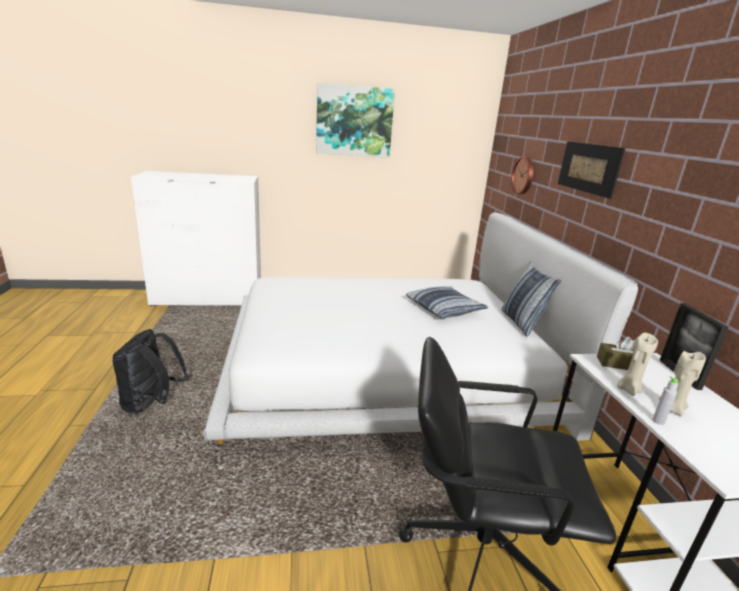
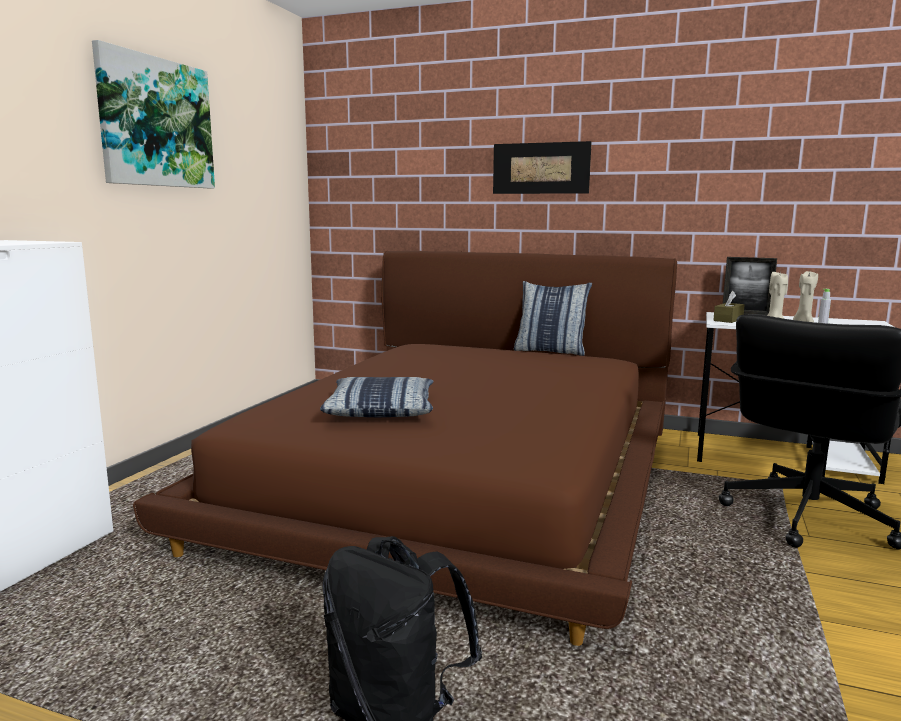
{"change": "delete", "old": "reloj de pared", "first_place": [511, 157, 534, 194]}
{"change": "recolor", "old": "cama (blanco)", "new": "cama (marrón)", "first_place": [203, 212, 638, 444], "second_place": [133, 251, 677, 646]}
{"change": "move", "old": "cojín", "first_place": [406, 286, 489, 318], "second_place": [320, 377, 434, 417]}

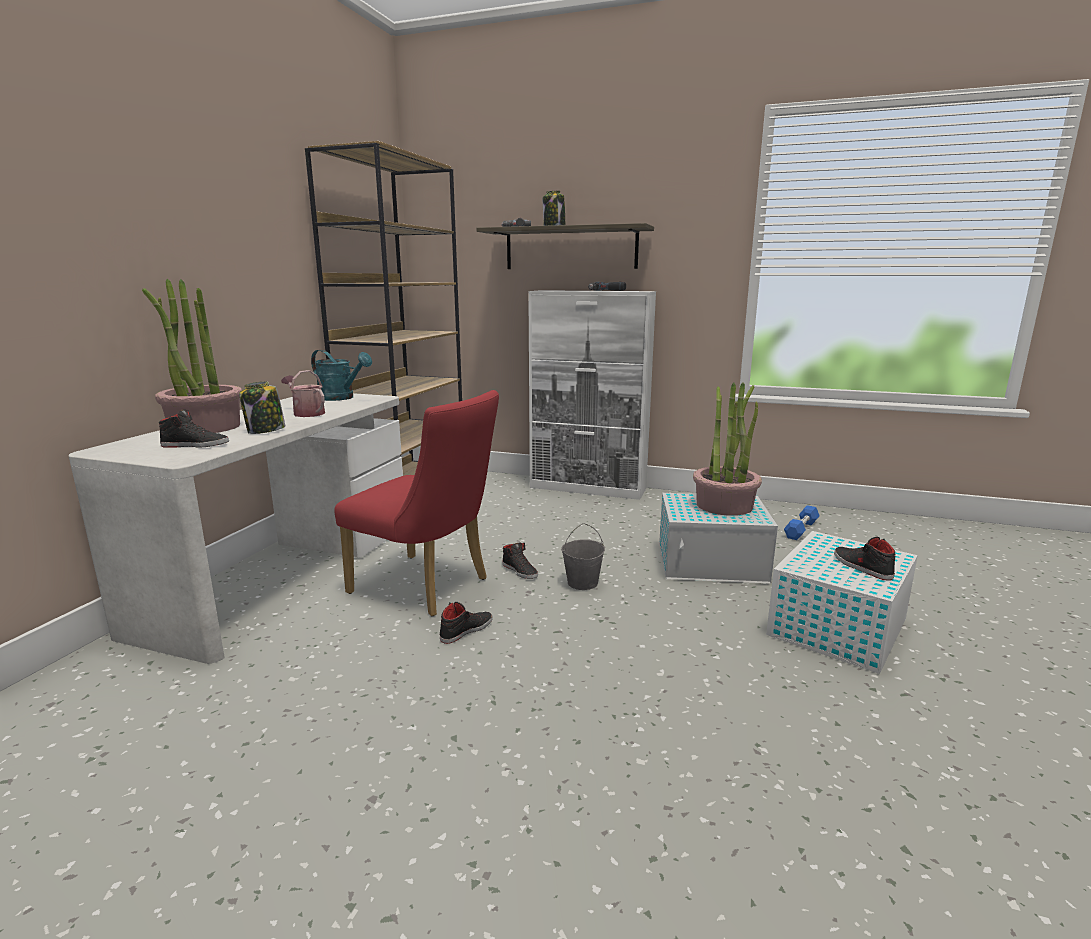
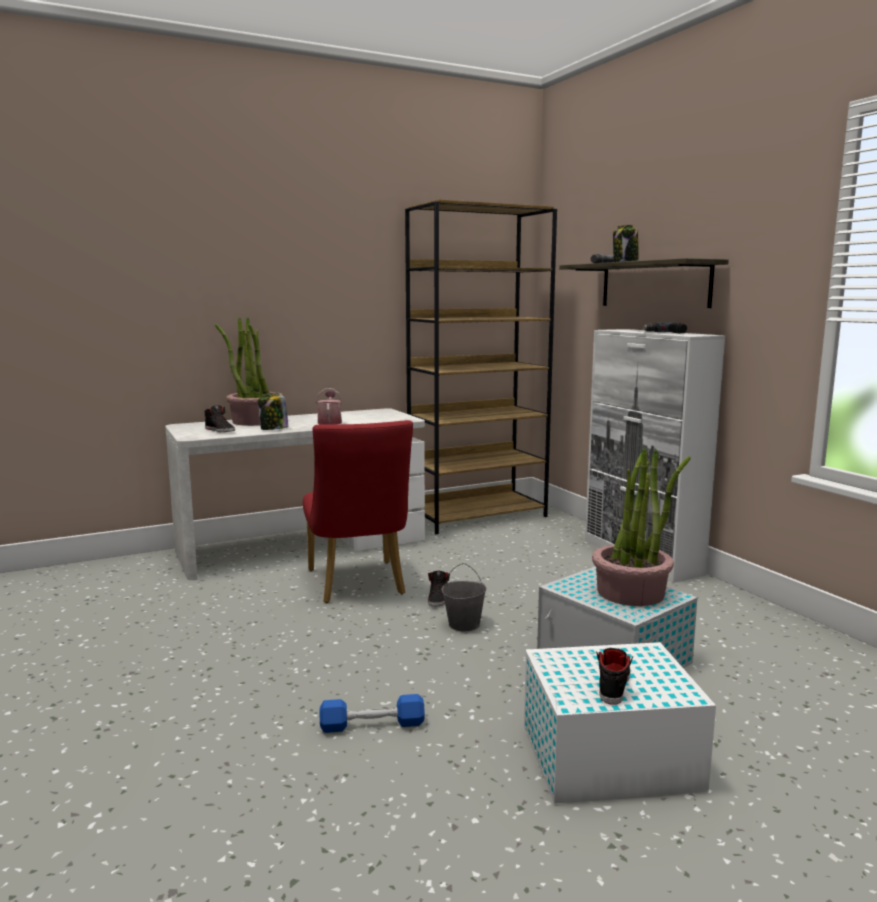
{"change": "delete", "old": "regadera (turquesa)", "first_place": [311, 350, 372, 401]}
{"change": "move", "old": "mancuerna (azul)", "first_place": [784, 505, 820, 540], "second_place": [320, 694, 425, 733]}
{"change": "delete", "old": "zapato (negro)", "first_place": [440, 602, 493, 644]}

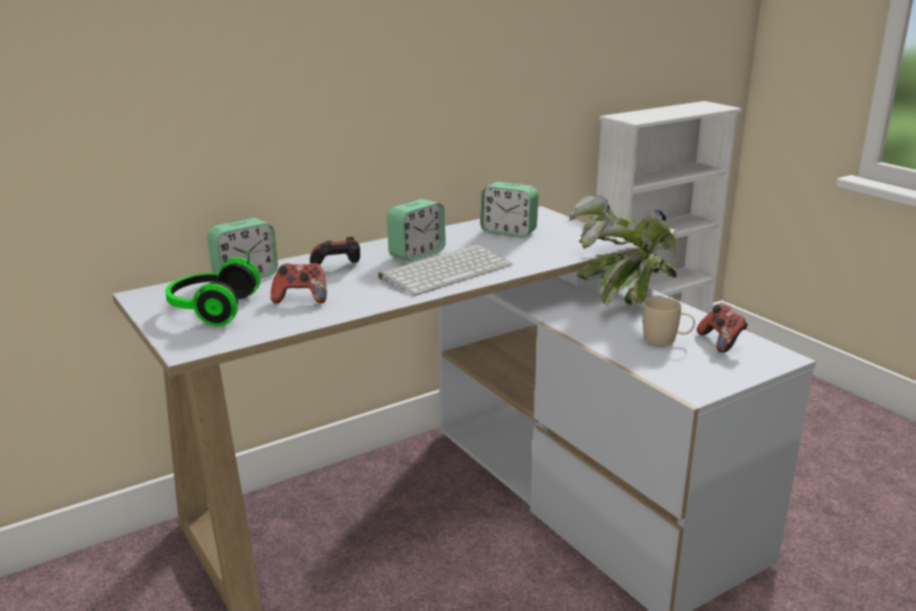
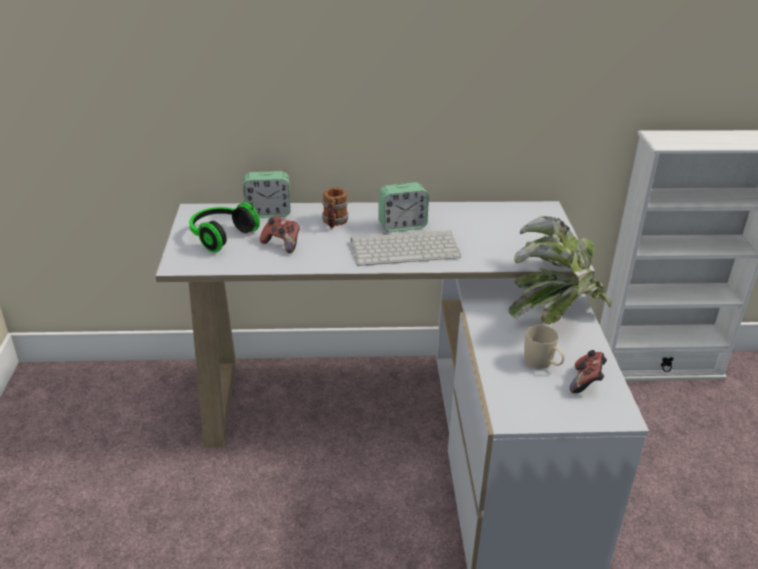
{"change": "delete", "old": "despertador", "first_place": [481, 182, 538, 238]}
{"change": "replace", "old": "mando de consola", "new": "taza grande", "first_place": [310, 237, 360, 265], "second_place": [322, 188, 348, 228]}

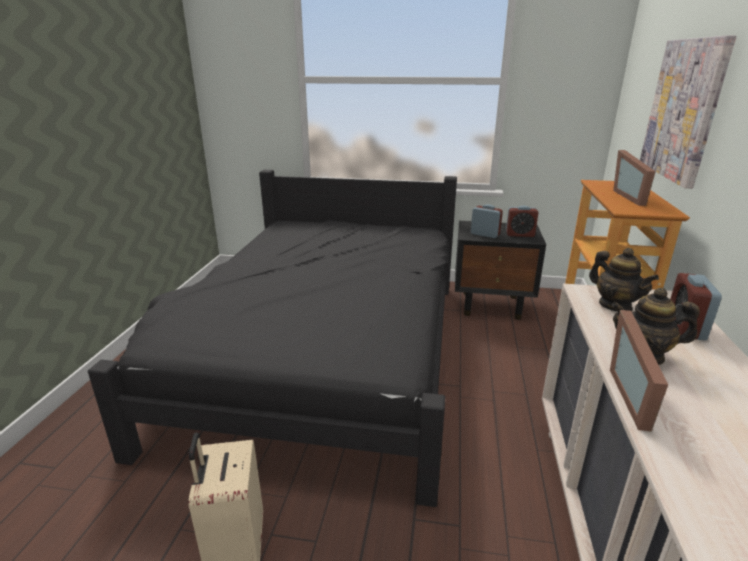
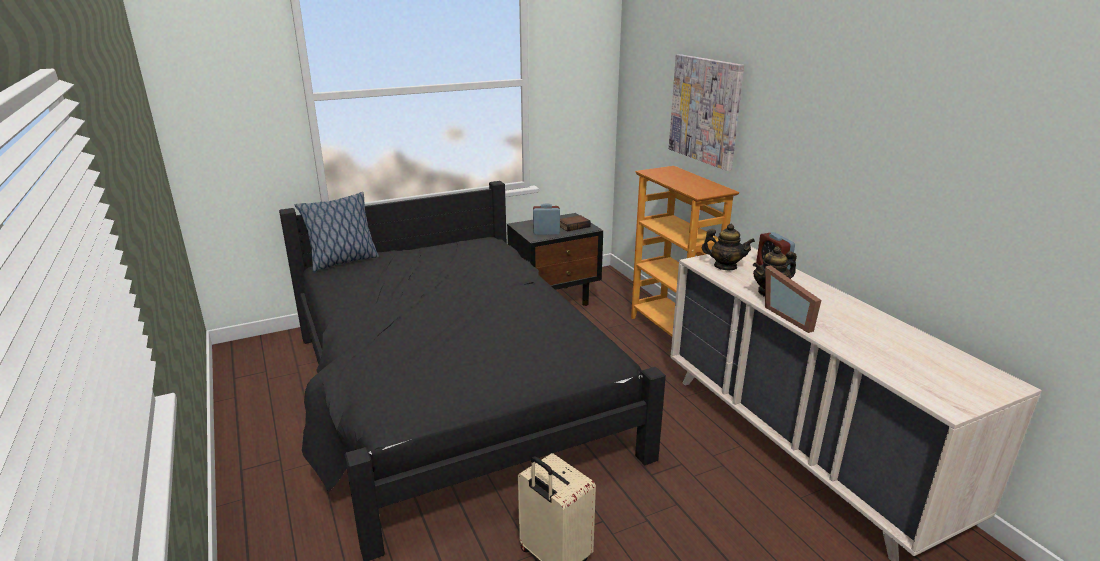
{"change": "delete", "old": "portarretratos", "first_place": [613, 150, 656, 206]}
{"change": "replace", "old": "despertador", "new": "libro", "first_place": [506, 206, 538, 237], "second_place": [560, 215, 591, 232]}
{"change": "insert", "new": "cojín", "second_place": [295, 192, 379, 272]}

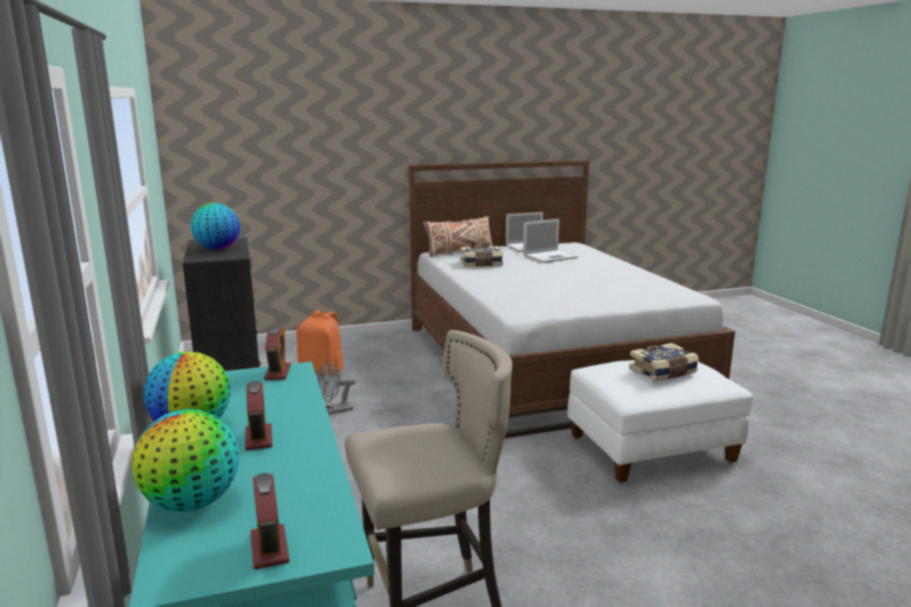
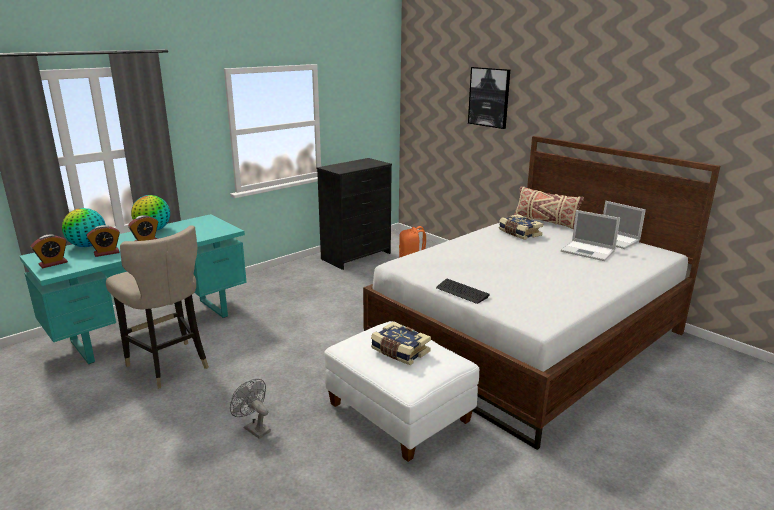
{"change": "delete", "old": "globo terráqueo", "first_place": [191, 203, 240, 250]}
{"change": "move", "old": "despertador", "first_place": [264, 326, 291, 380], "second_place": [87, 225, 120, 257]}
{"change": "move", "old": "ventilador (gris)", "first_place": [317, 360, 356, 414], "second_place": [230, 379, 271, 439]}
{"change": "insert", "new": "cuadro", "second_place": [468, 67, 510, 129]}
{"change": "insert", "new": "teclado", "second_place": [436, 278, 490, 304]}

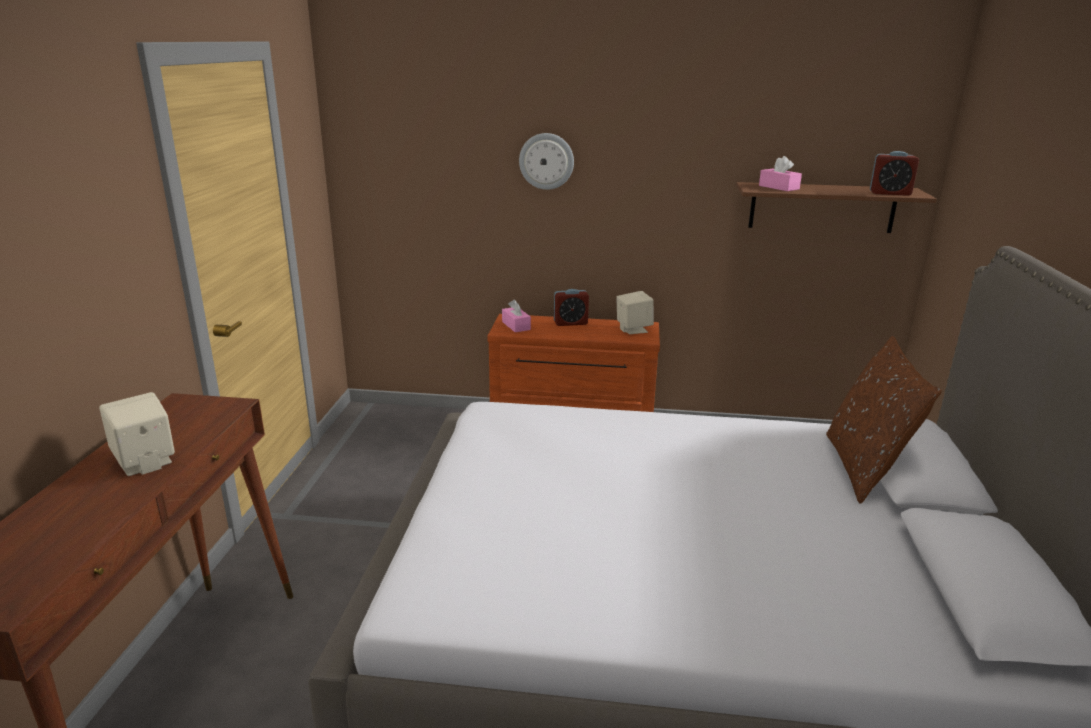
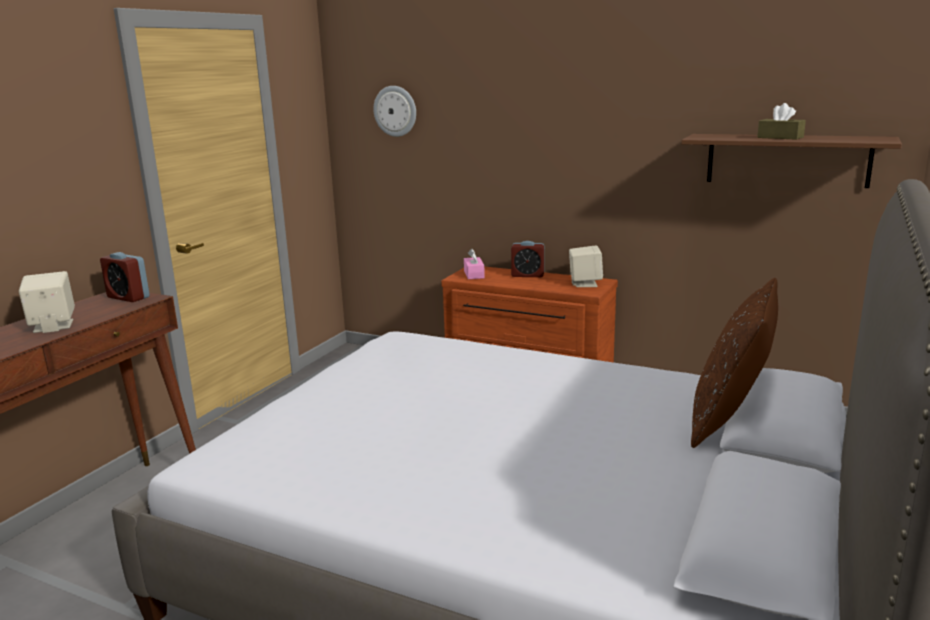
{"change": "move", "old": "reloj de pared", "first_place": [519, 133, 574, 190], "second_place": [373, 86, 416, 137]}
{"change": "move", "old": "despertador", "first_place": [870, 151, 919, 196], "second_place": [100, 252, 150, 302]}
{"change": "delete", "old": "caja de pañuelos (rosa)", "first_place": [759, 156, 802, 191]}
{"change": "insert", "new": "caja de pañuelos (marrón)", "second_place": [757, 103, 806, 140]}

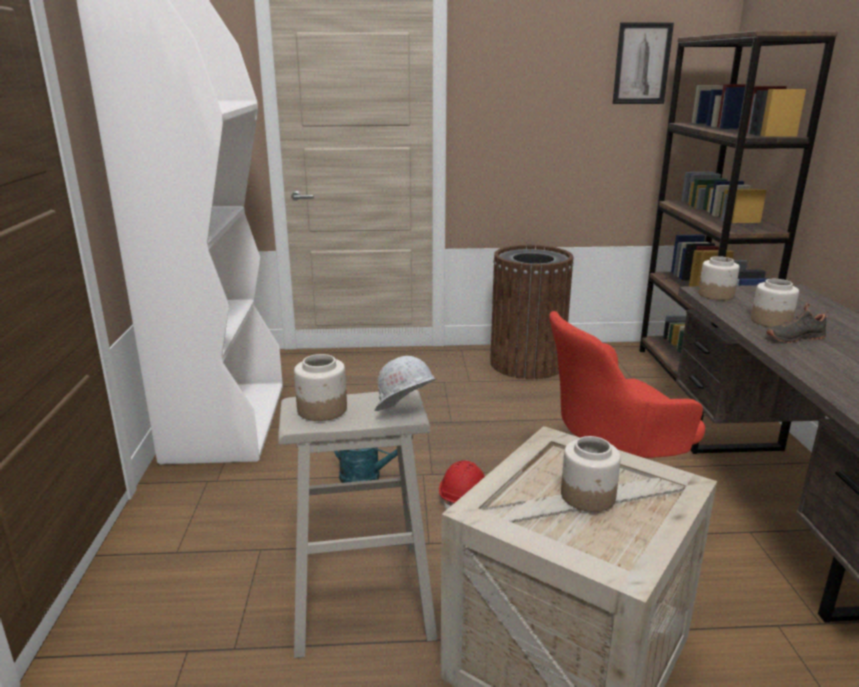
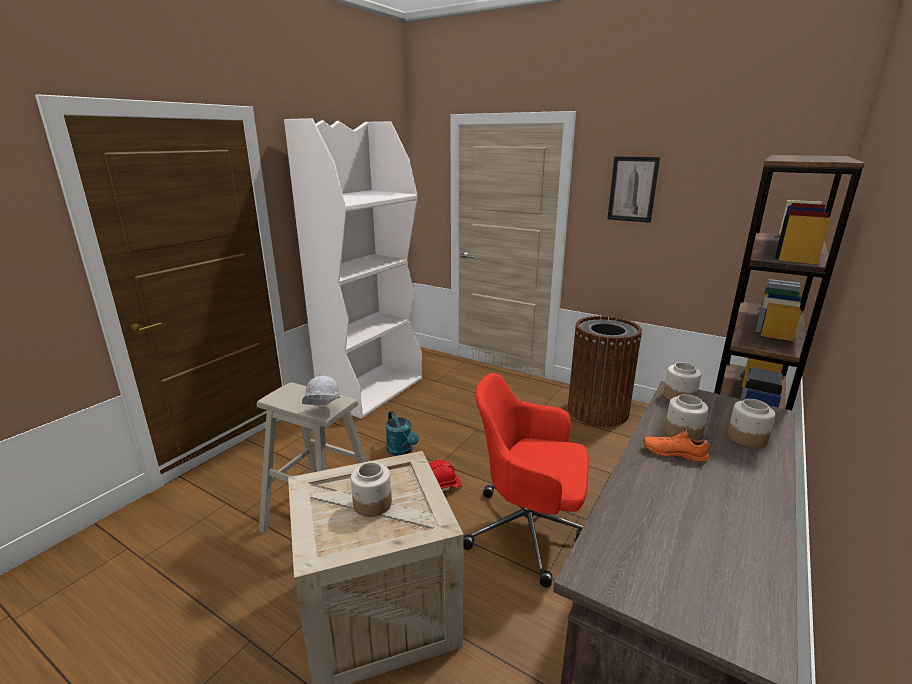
{"change": "move", "old": "cuadro", "first_place": [612, 22, 674, 104], "second_place": [607, 156, 660, 223]}
{"change": "recolor", "old": "zapato (negro)", "new": "zapato (naranja)", "first_place": [766, 303, 829, 343], "second_place": [643, 426, 713, 463]}
{"change": "move", "old": "tarro", "first_place": [294, 354, 347, 421], "second_place": [728, 399, 775, 448]}

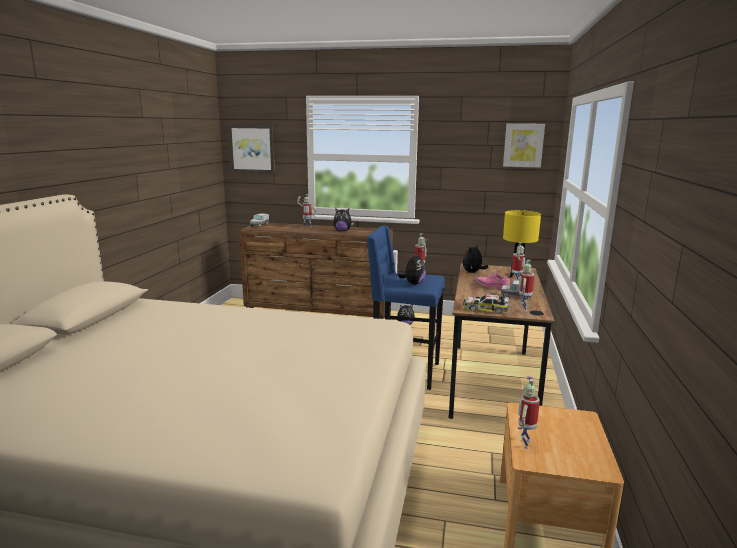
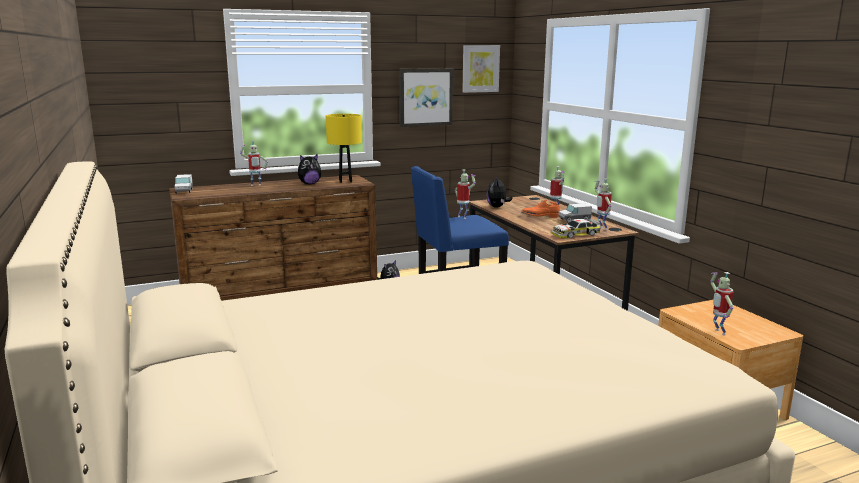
{"change": "move", "old": "cuadro", "first_place": [229, 125, 275, 173], "second_place": [400, 68, 453, 127]}
{"change": "move", "old": "lámpara de mesa (amarillo)", "first_place": [503, 210, 541, 277], "second_place": [326, 114, 362, 183]}
{"change": "delete", "old": "peluche", "first_place": [398, 253, 426, 285]}
{"change": "recolor", "old": "zapato (rosa)", "new": "zapato (naranja)", "first_place": [475, 272, 510, 291], "second_place": [521, 200, 560, 218]}

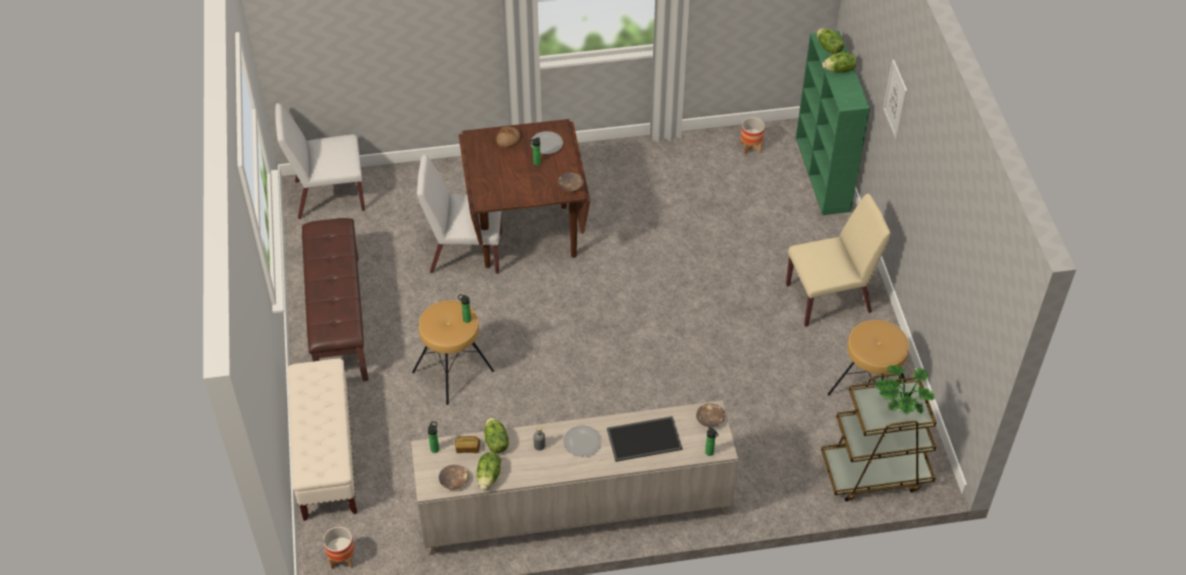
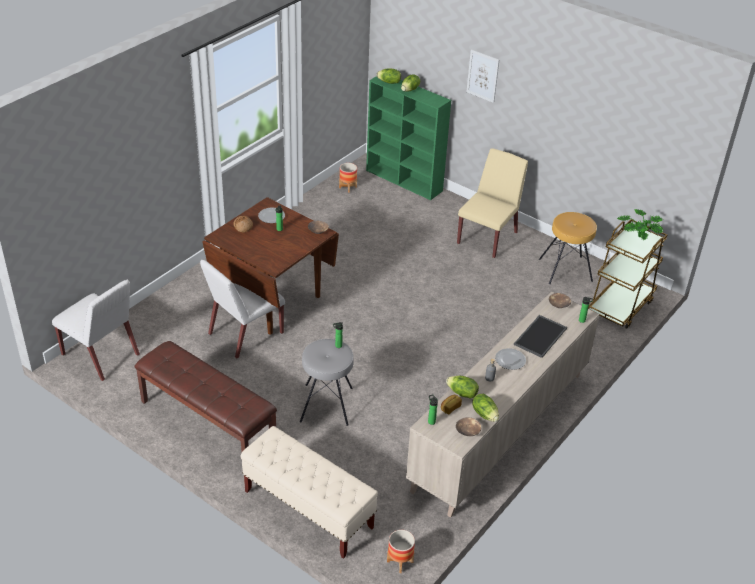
{"change": "rotate", "old": "silla (blanco)", "first_place": [275, 103, 365, 219], "second_place": [52, 280, 140, 381], "degrees": -90}
{"change": "recolor", "old": "taburete (marrón)", "new": "taburete (gris)", "first_place": [412, 301, 494, 405], "second_place": [300, 339, 354, 426]}

